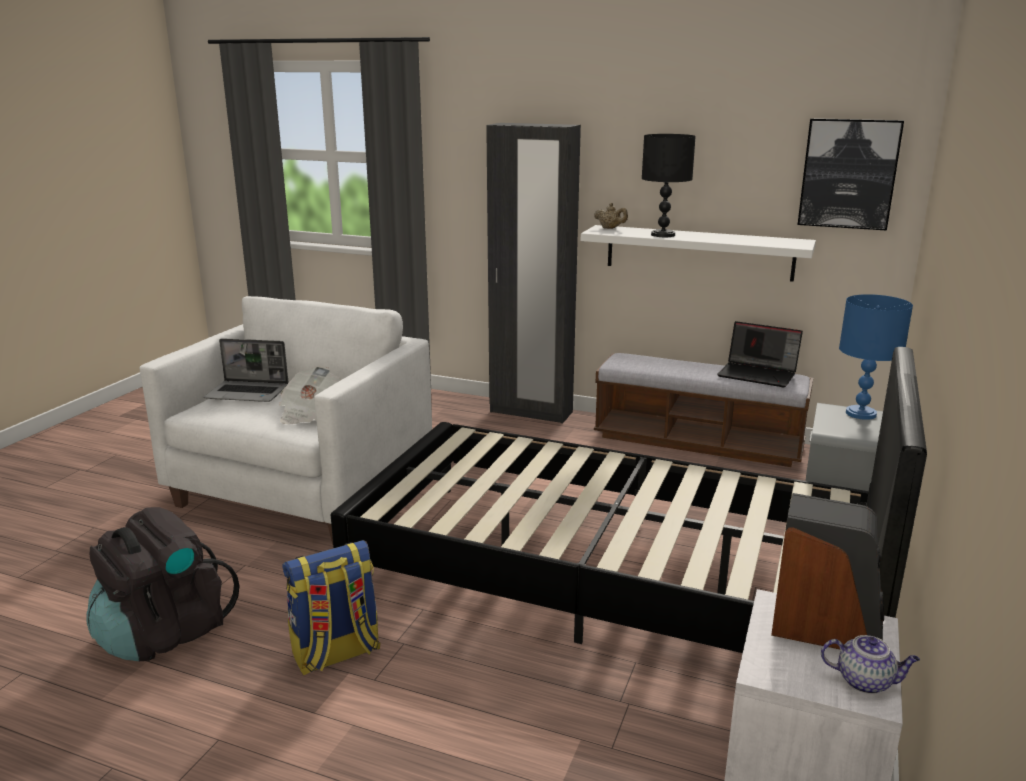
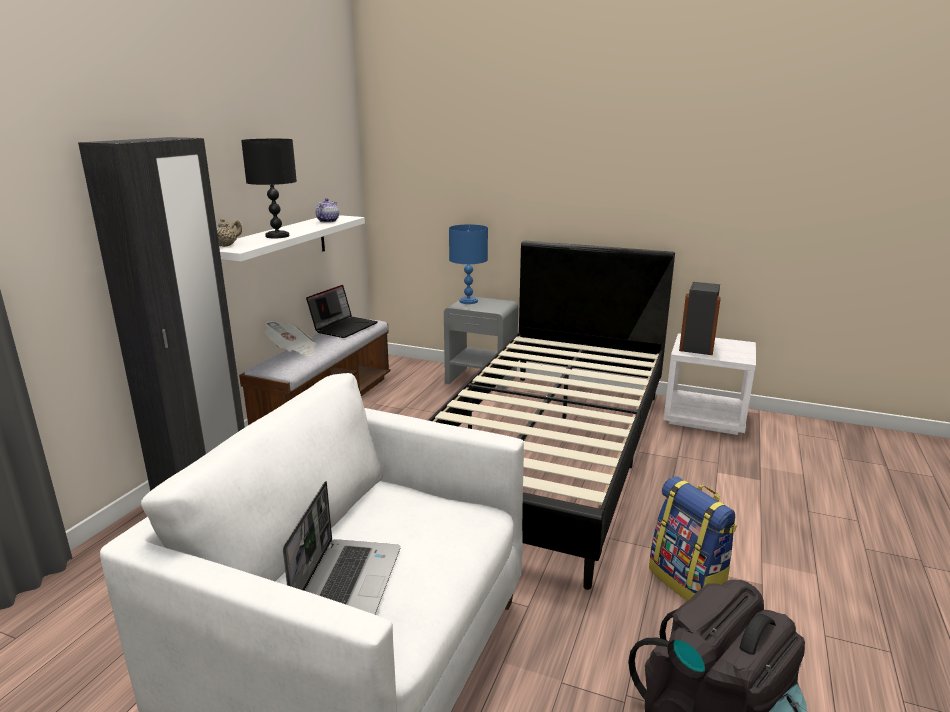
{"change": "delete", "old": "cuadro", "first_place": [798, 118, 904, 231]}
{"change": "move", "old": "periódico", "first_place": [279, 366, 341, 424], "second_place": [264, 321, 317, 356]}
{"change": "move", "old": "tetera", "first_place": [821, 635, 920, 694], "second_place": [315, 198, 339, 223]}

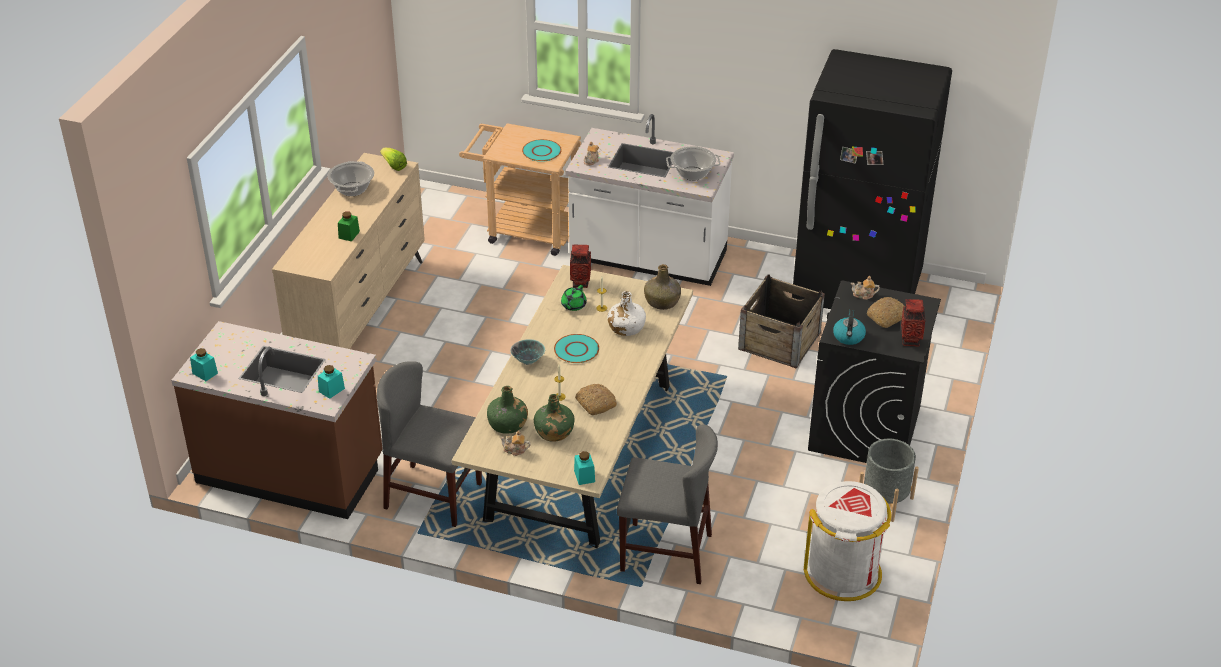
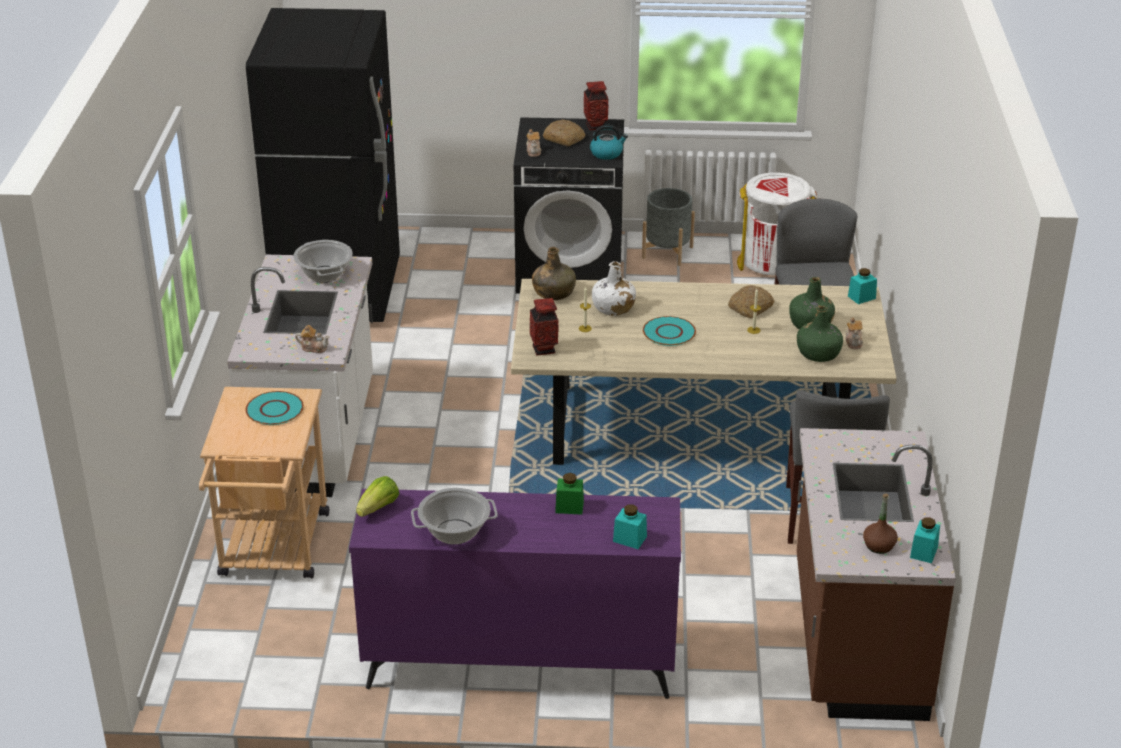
{"change": "recolor", "old": "cómoda (beis)", "new": "cómoda (morado)", "first_place": [272, 153, 425, 349], "second_place": [349, 489, 681, 699]}
{"change": "delete", "old": "caja de embalaje", "first_place": [738, 274, 825, 369]}
{"change": "delete", "old": "tetera (verde)", "first_place": [561, 285, 587, 311]}
{"change": "delete", "old": "cuenco", "first_place": [510, 339, 545, 365]}
{"change": "move", "old": "tarro (turquesa)", "first_place": [318, 365, 345, 399], "second_place": [613, 504, 647, 549]}
{"change": "insert", "new": "botella (marrón)", "second_place": [863, 494, 898, 554]}

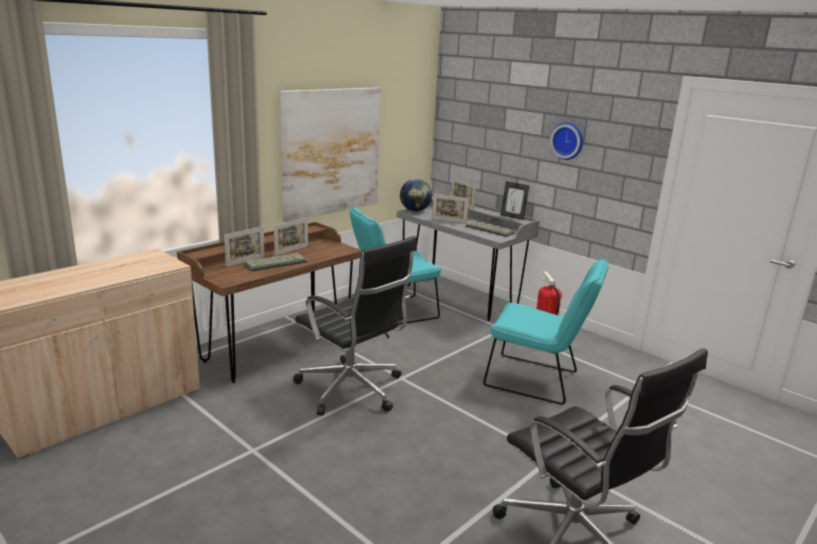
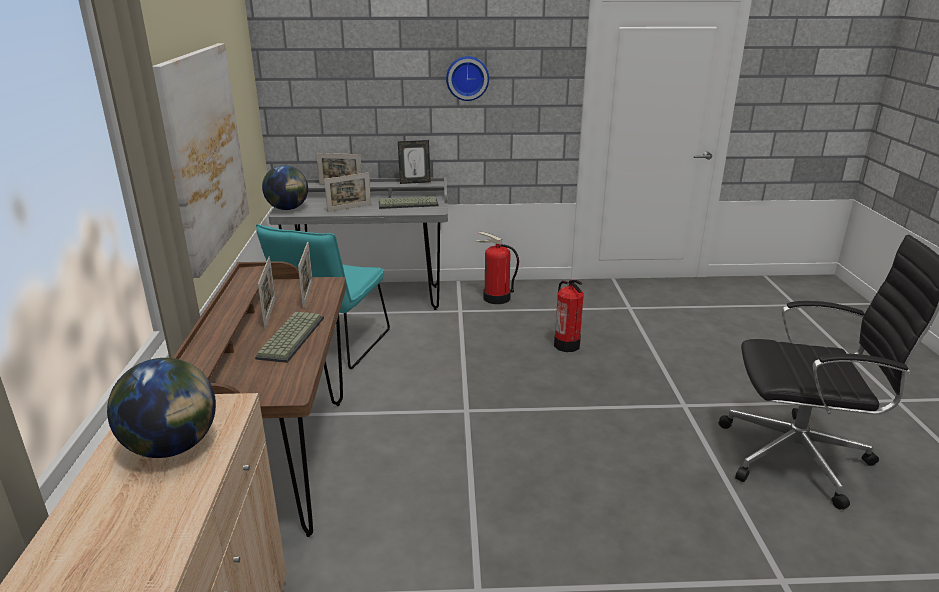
{"change": "move", "old": "portarretratos", "first_place": [224, 226, 265, 267], "second_place": [298, 242, 313, 310]}
{"change": "delete", "old": "silla de oficina (negro)", "first_place": [293, 236, 417, 415]}
{"change": "replace", "old": "silla (turquesa)", "new": "extintor", "first_place": [483, 258, 609, 405], "second_place": [554, 280, 584, 352]}
{"change": "insert", "new": "globo terráqueo", "second_place": [107, 358, 216, 458]}

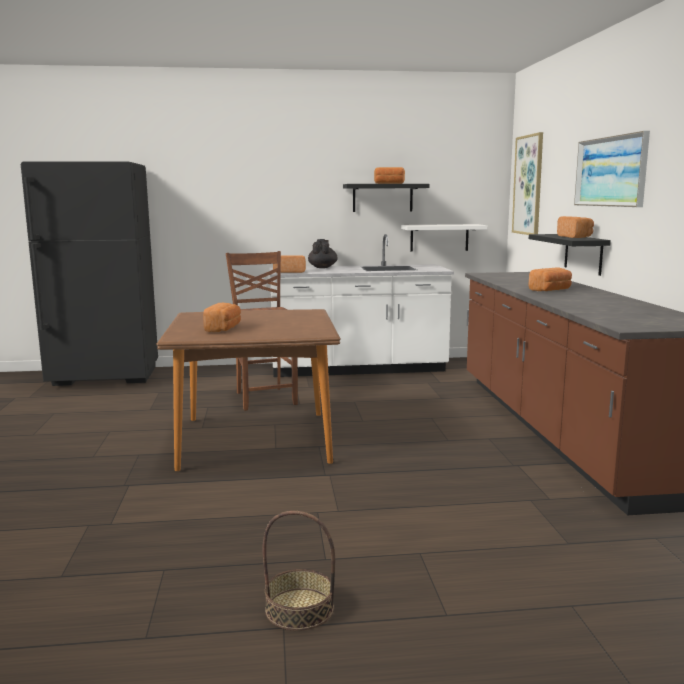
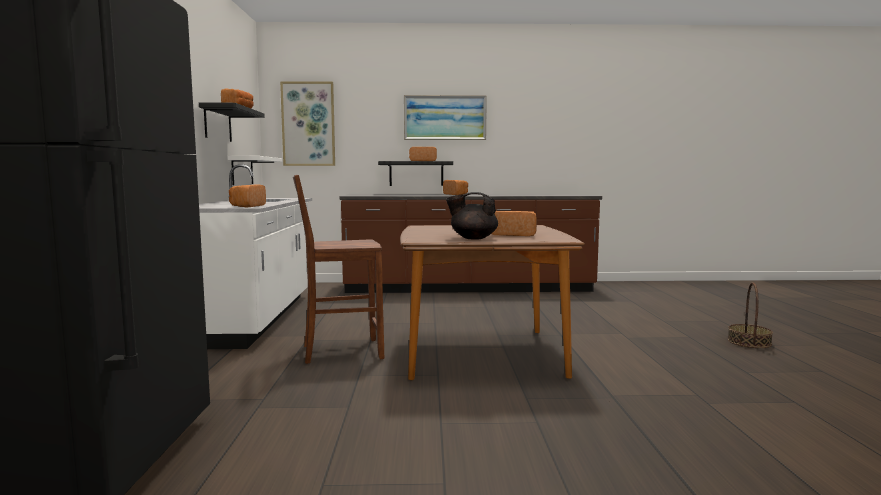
{"change": "move", "old": "tetera (negro)", "first_place": [308, 239, 338, 268], "second_place": [446, 192, 498, 240]}

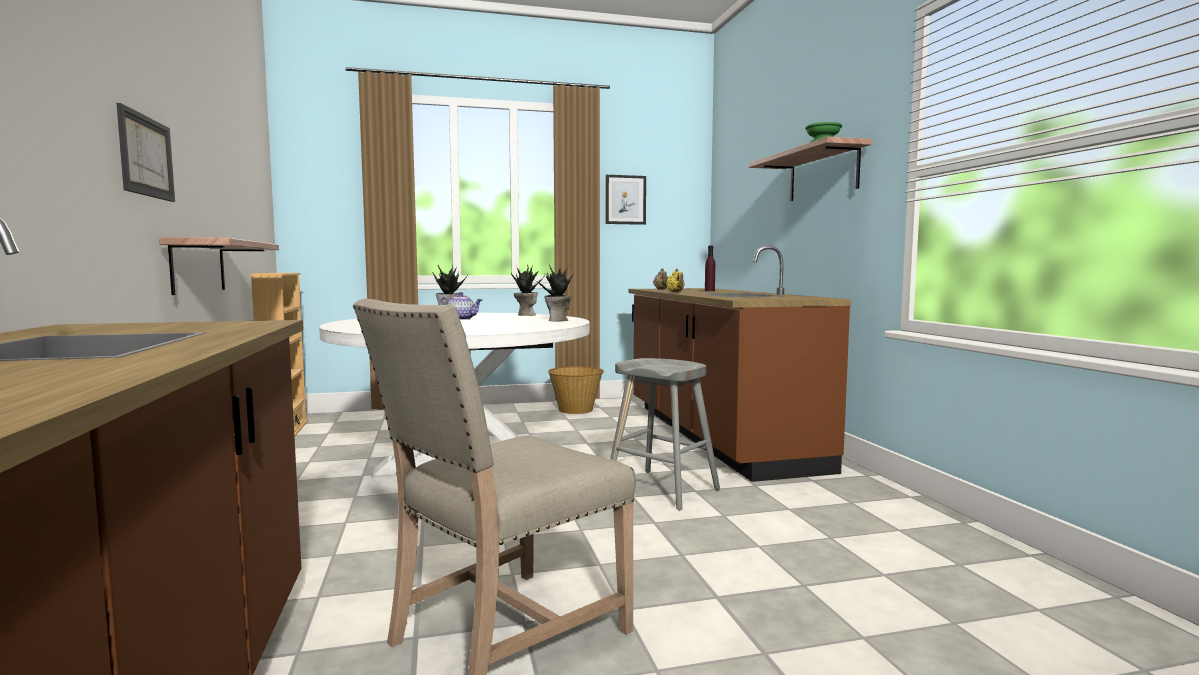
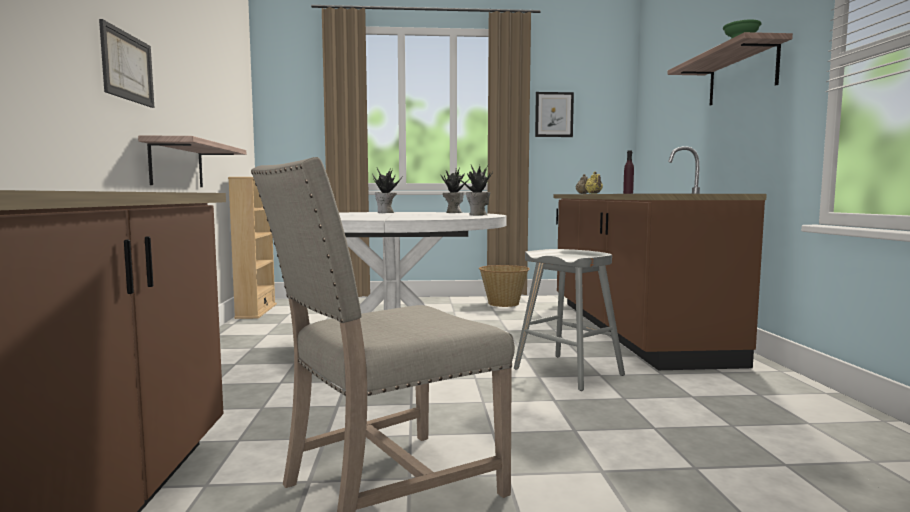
{"change": "delete", "old": "tetera", "first_place": [439, 292, 483, 320]}

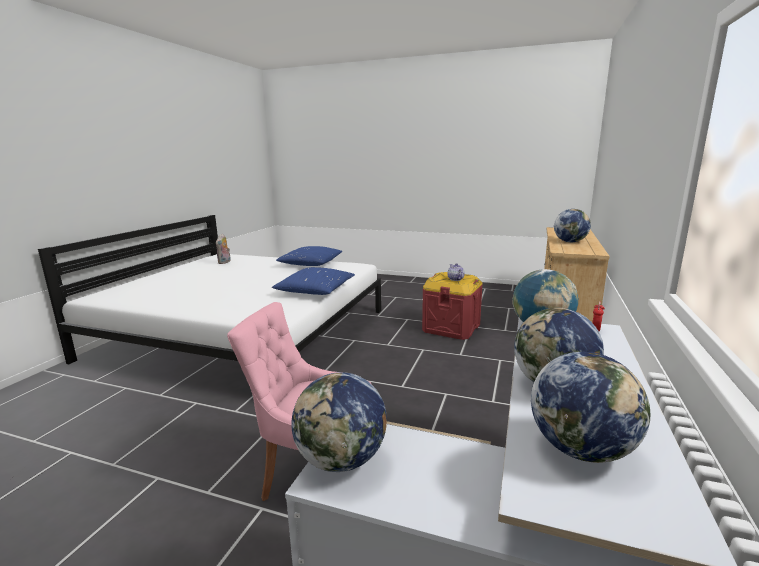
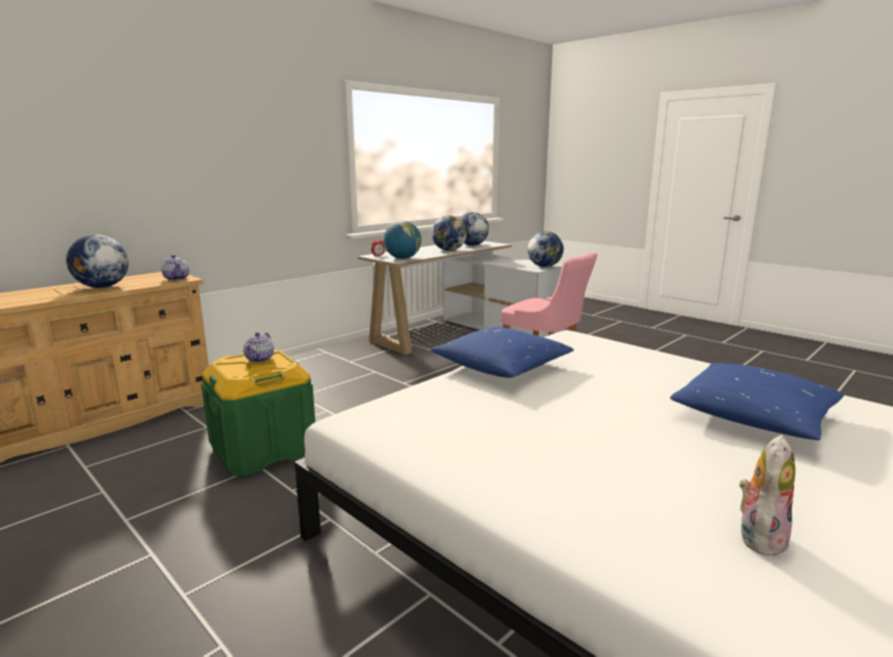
{"change": "move", "old": "cojín (azul)", "first_place": [276, 246, 342, 266], "second_place": [670, 363, 844, 440]}
{"change": "recolor", "old": "caja de almacenaje (rojo)", "new": "caja de almacenaje (verde)", "first_place": [422, 272, 483, 340], "second_place": [201, 350, 315, 476]}
{"change": "insert", "new": "tetera", "second_place": [161, 255, 189, 281]}

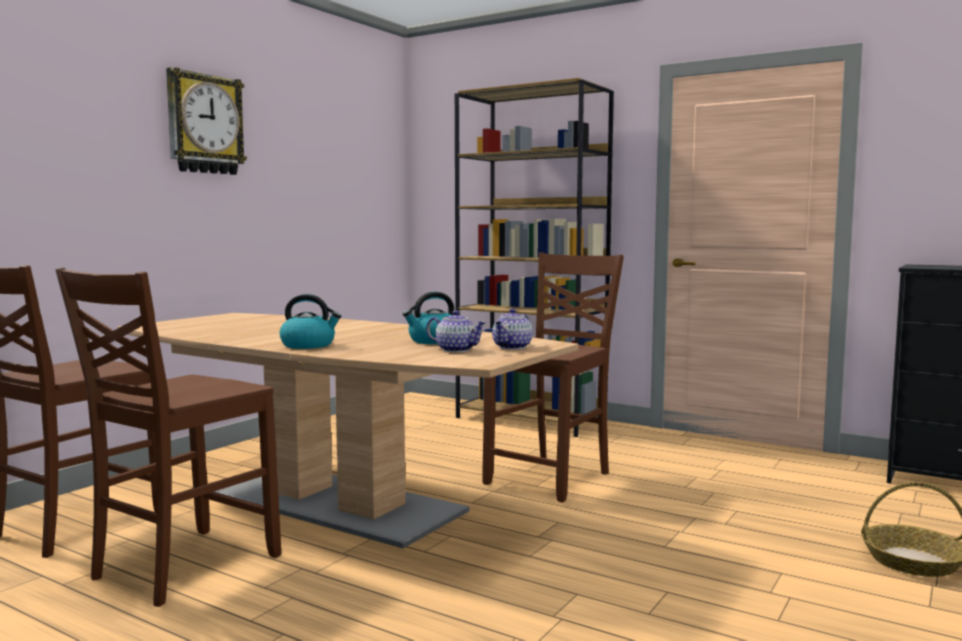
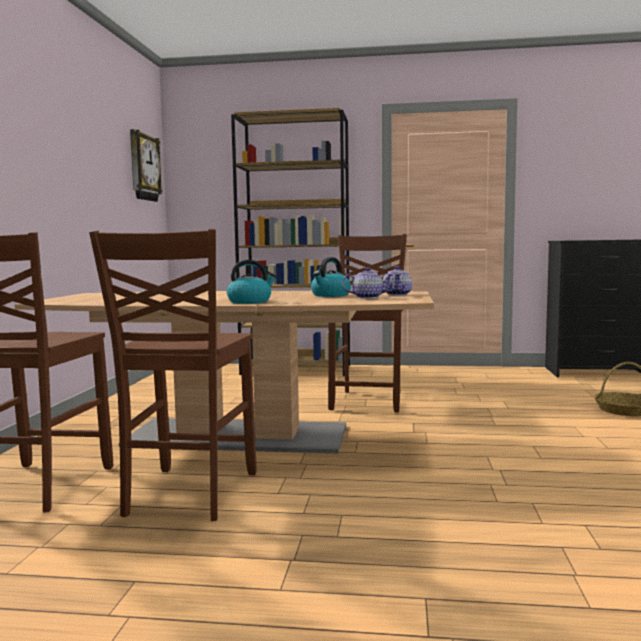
{"change": "move", "old": "reloj de pared", "first_place": [166, 67, 247, 175], "second_place": [130, 129, 163, 202]}

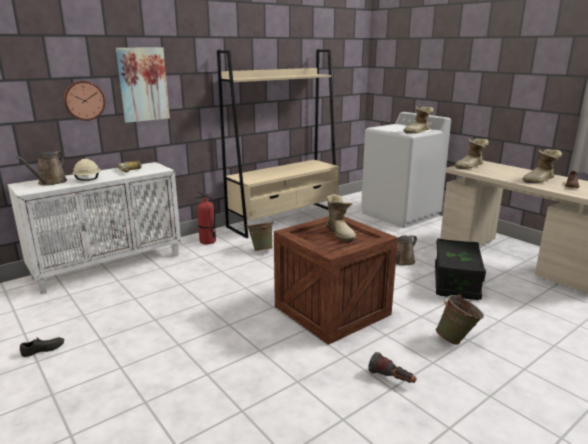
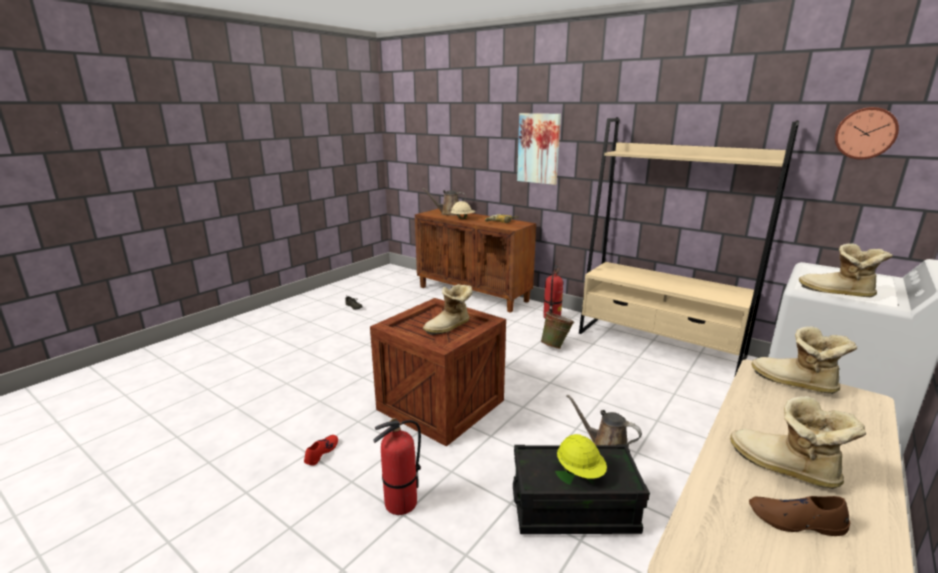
{"change": "move", "old": "reloj de pared", "first_place": [63, 81, 105, 121], "second_place": [835, 107, 899, 159]}
{"change": "recolor", "old": "armario (blanco)", "new": "armario (marrón)", "first_place": [7, 162, 181, 294], "second_place": [415, 208, 536, 313]}
{"change": "replace", "old": "cubo (verde)", "new": "extintor", "first_place": [436, 294, 484, 345], "second_place": [373, 418, 421, 515]}
{"change": "replace", "old": "linterna", "new": "zapato (rojo)", "first_place": [368, 352, 417, 383], "second_place": [304, 435, 338, 465]}
{"change": "insert", "new": "casco (amarillo)", "second_place": [557, 434, 607, 479]}

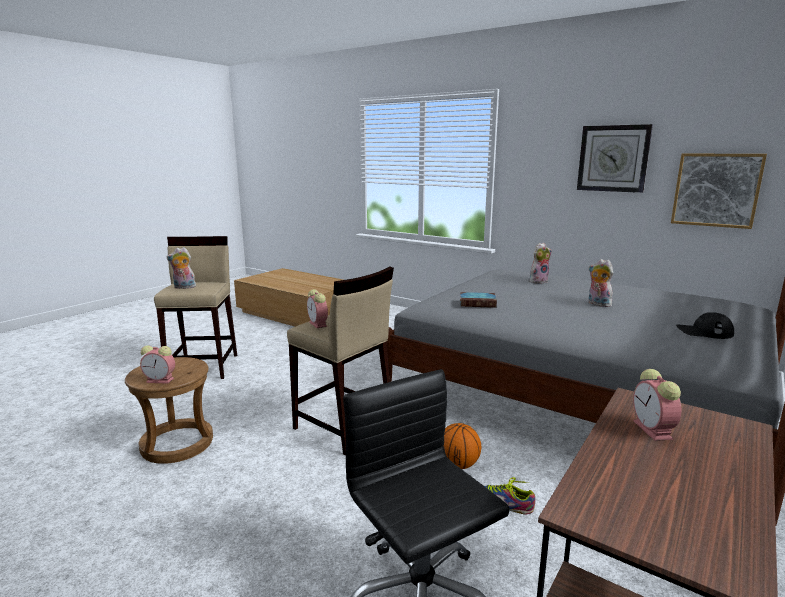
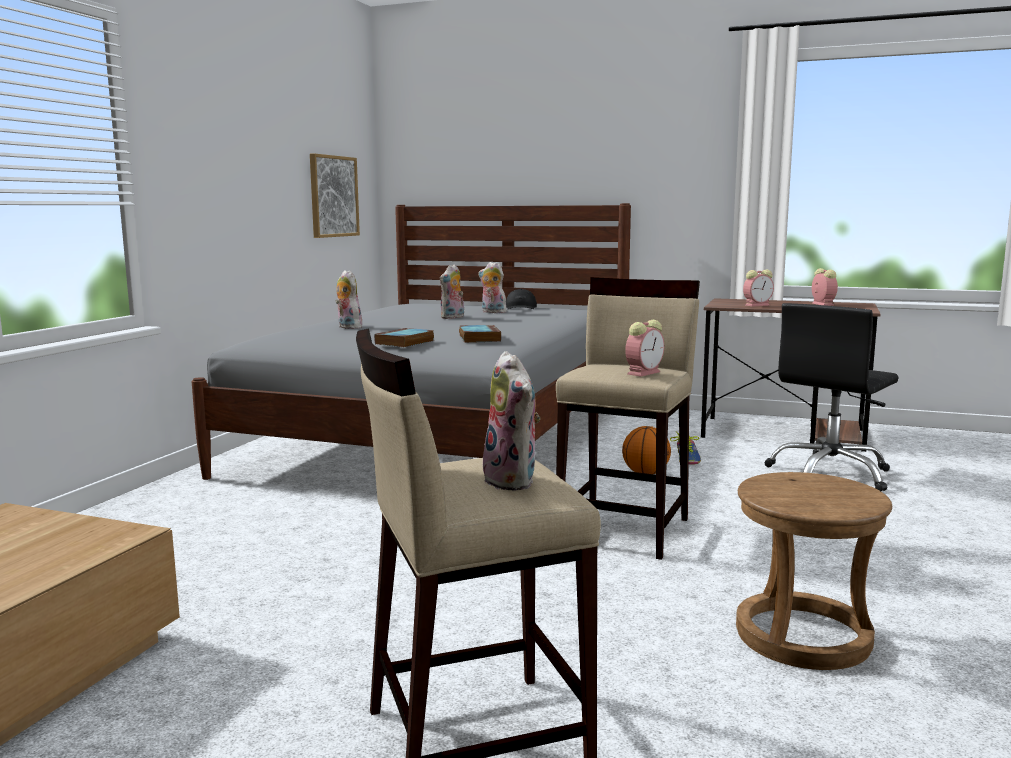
{"change": "delete", "old": "reloj de pared", "first_place": [577, 124, 653, 193]}
{"change": "move", "old": "despertador", "first_place": [140, 346, 175, 384], "second_place": [812, 268, 838, 306]}
{"change": "insert", "new": "peluche", "second_place": [478, 262, 507, 313]}
{"change": "insert", "new": "libro", "second_place": [374, 328, 434, 347]}

